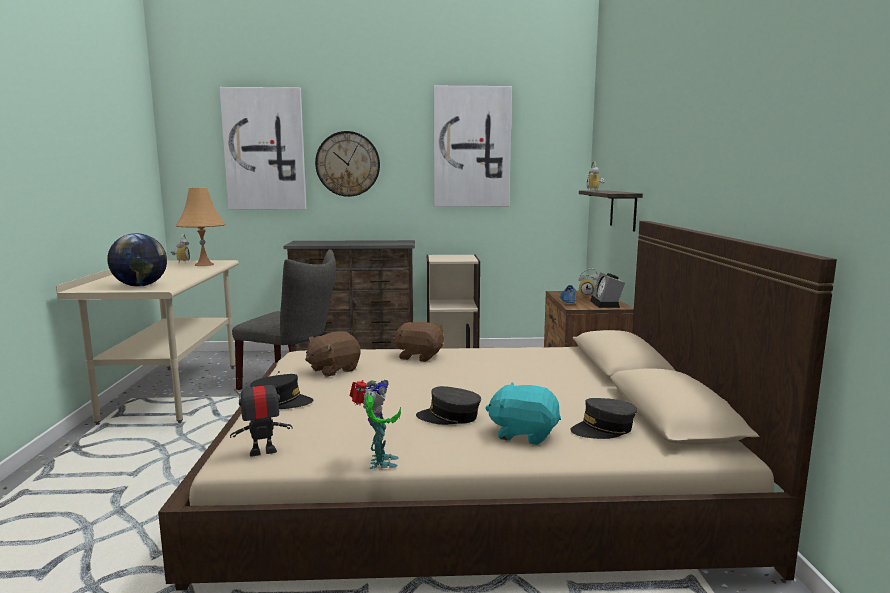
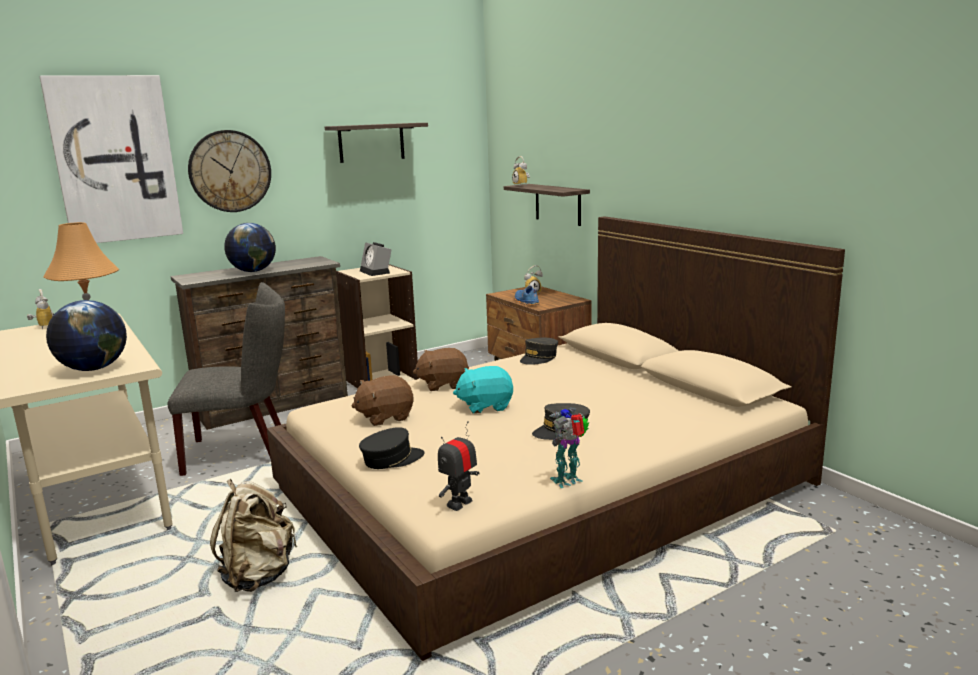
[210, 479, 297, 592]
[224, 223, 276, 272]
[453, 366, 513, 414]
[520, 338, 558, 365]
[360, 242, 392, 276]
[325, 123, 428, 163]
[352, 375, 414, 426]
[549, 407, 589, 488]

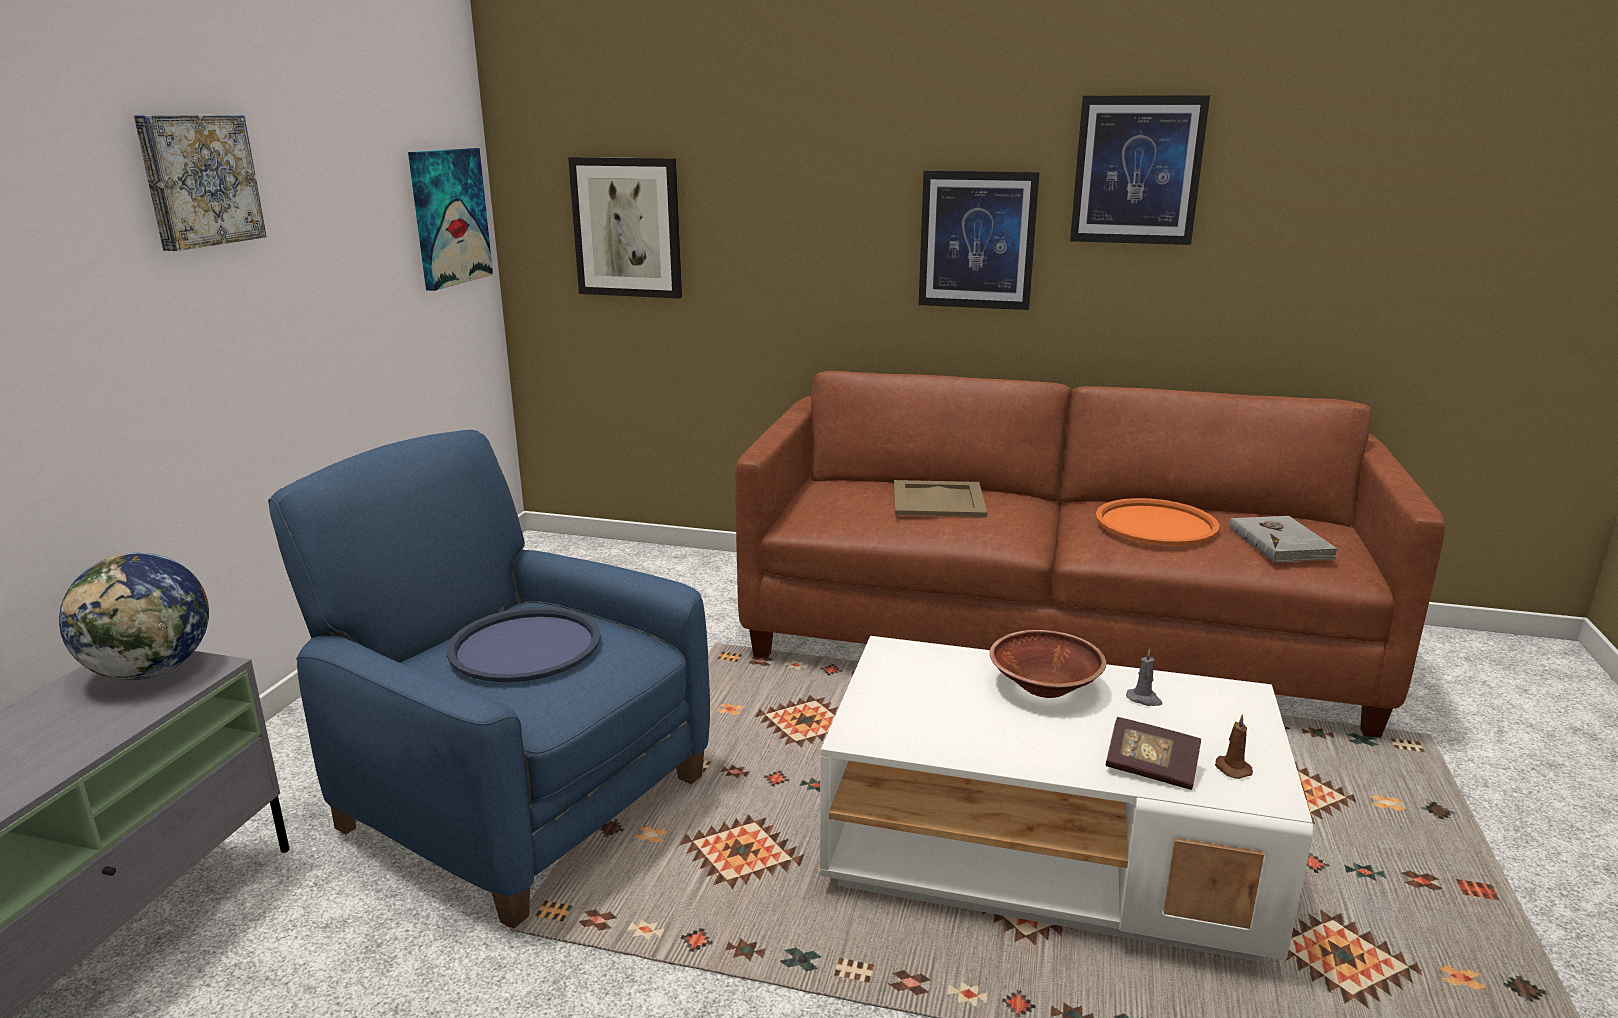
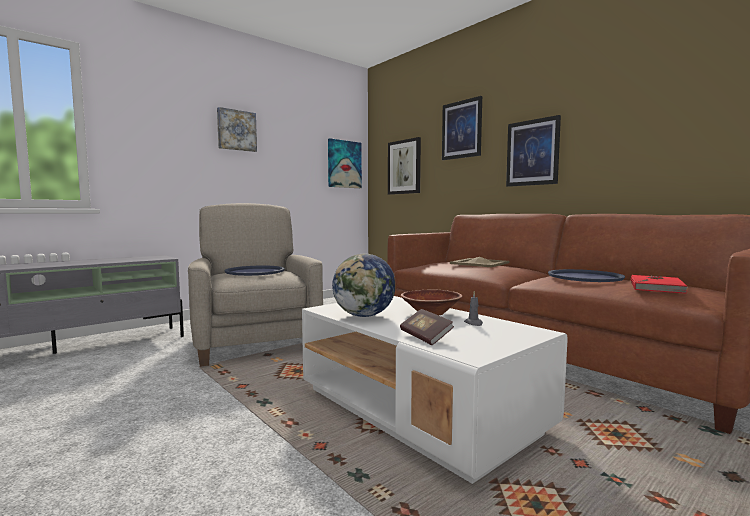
[1215, 714, 1253, 779] (first image)
[332, 253, 396, 317]
[442, 96, 482, 160]
[188, 203, 323, 367]
[548, 269, 625, 282]
[631, 275, 688, 294]

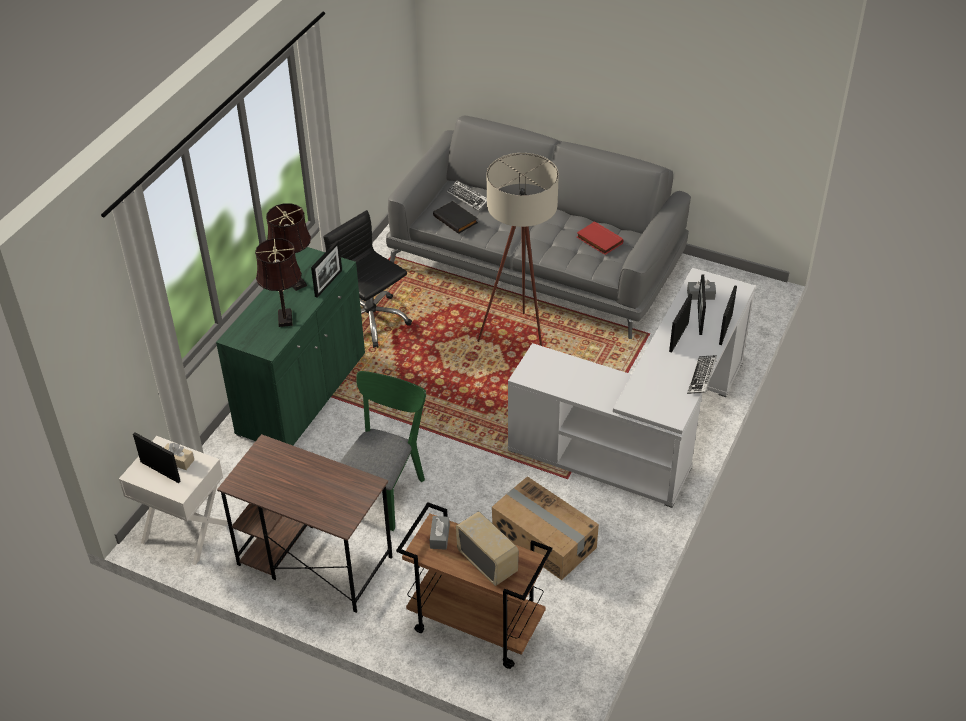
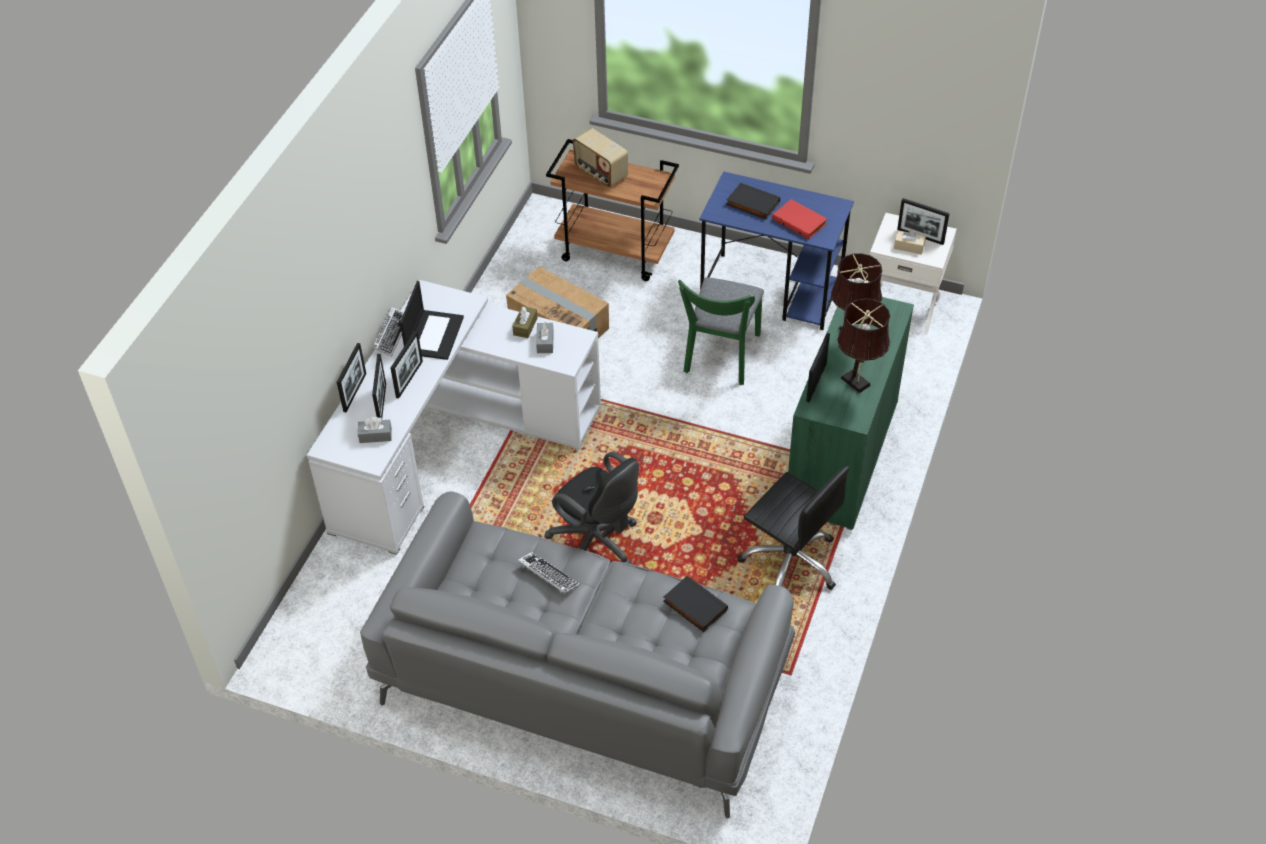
[400, 281, 464, 360]
[512, 306, 538, 338]
[726, 183, 780, 219]
[536, 322, 554, 353]
[518, 552, 580, 594]
[772, 199, 827, 240]
[544, 452, 639, 564]
[700, 171, 854, 330]

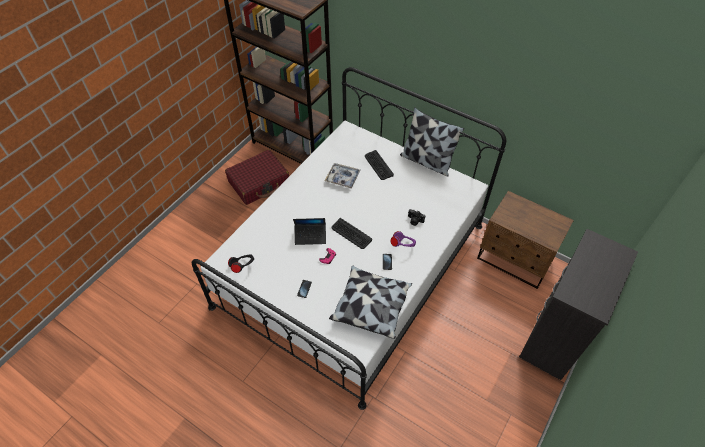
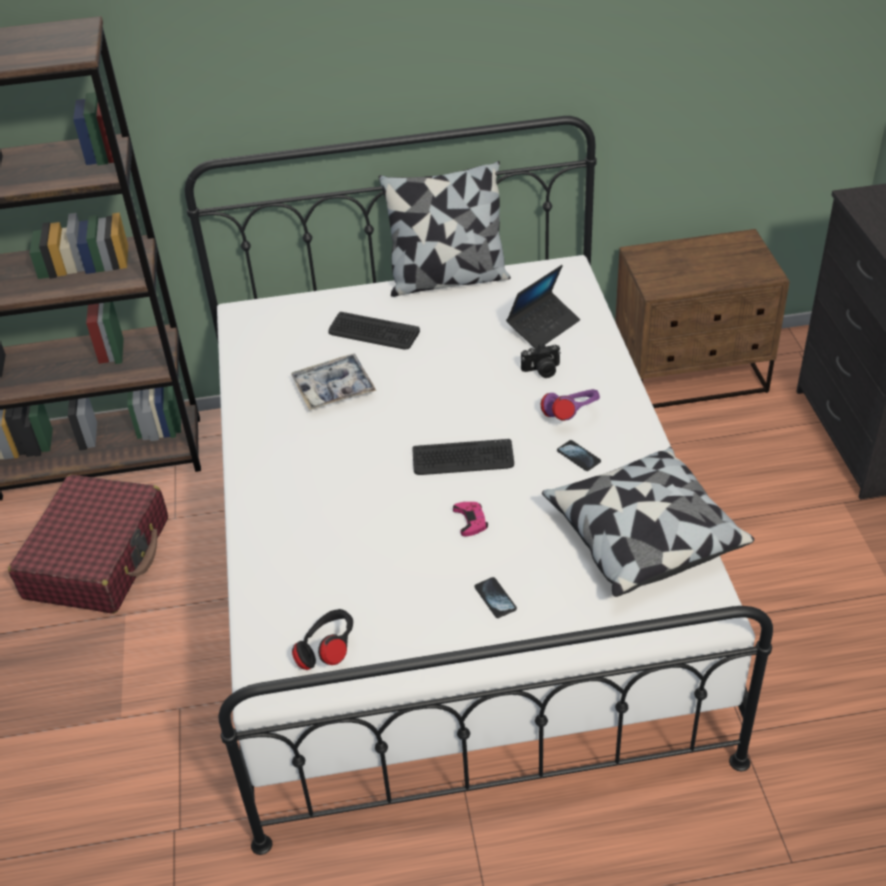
[506, 265, 580, 349]

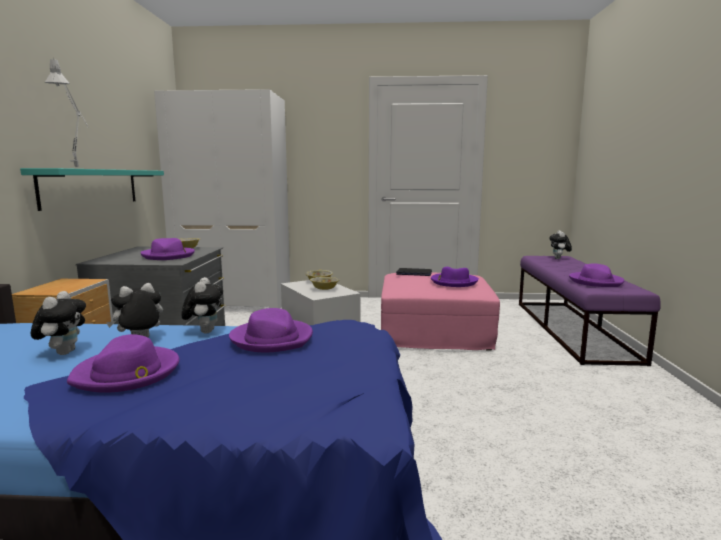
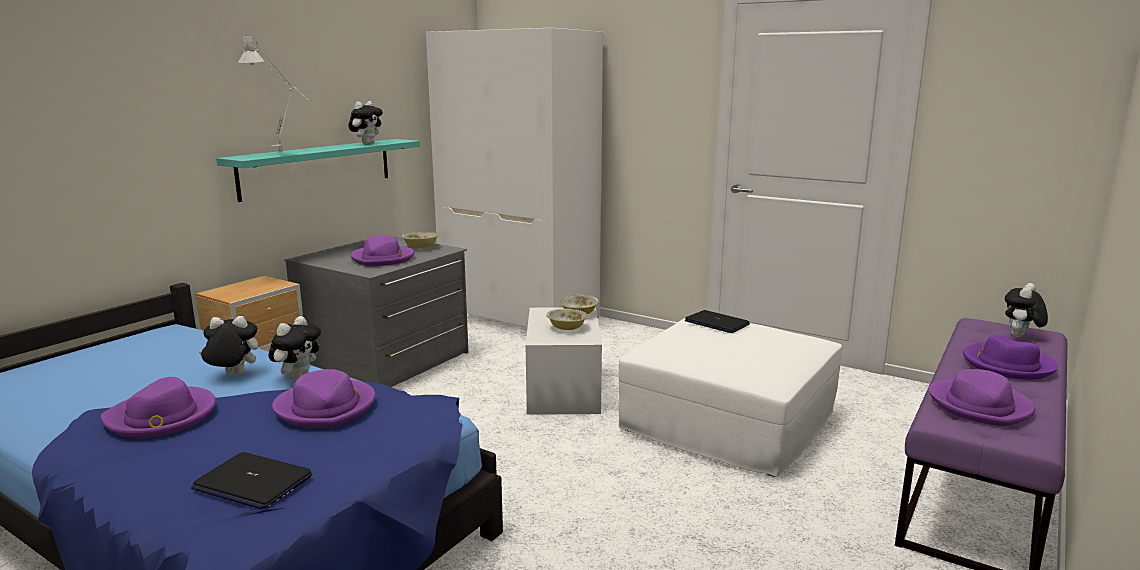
[191, 452, 312, 509]
[348, 101, 383, 144]
[963, 335, 1058, 380]
[619, 318, 842, 477]

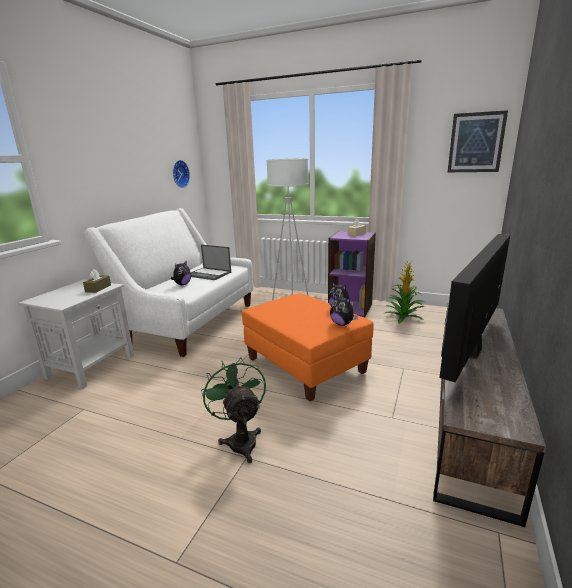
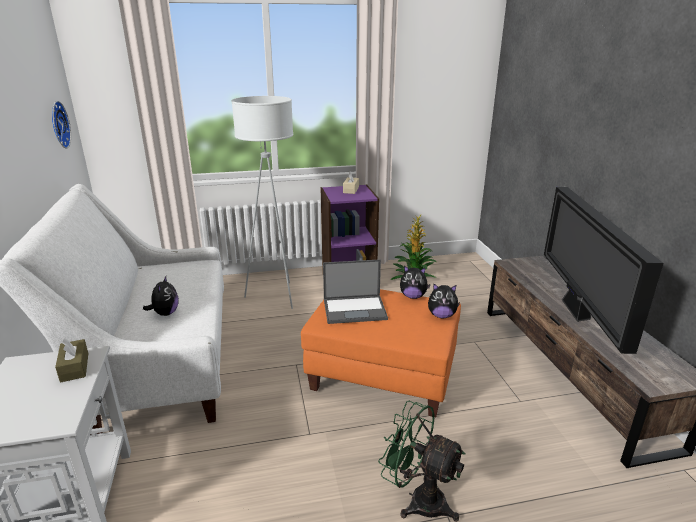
[448, 110, 508, 172] (first image)
[323, 259, 388, 324]

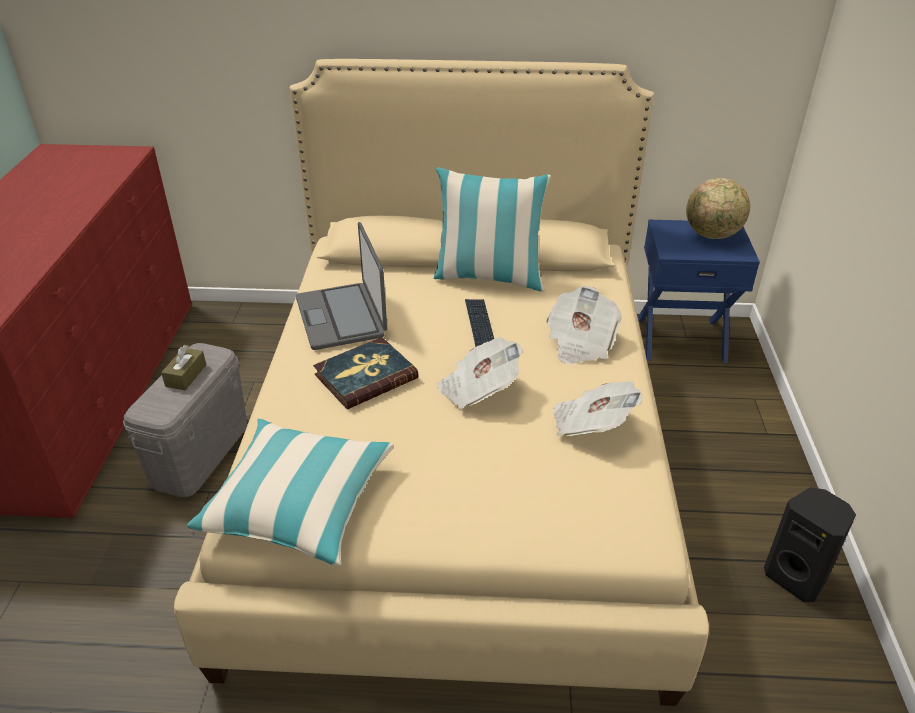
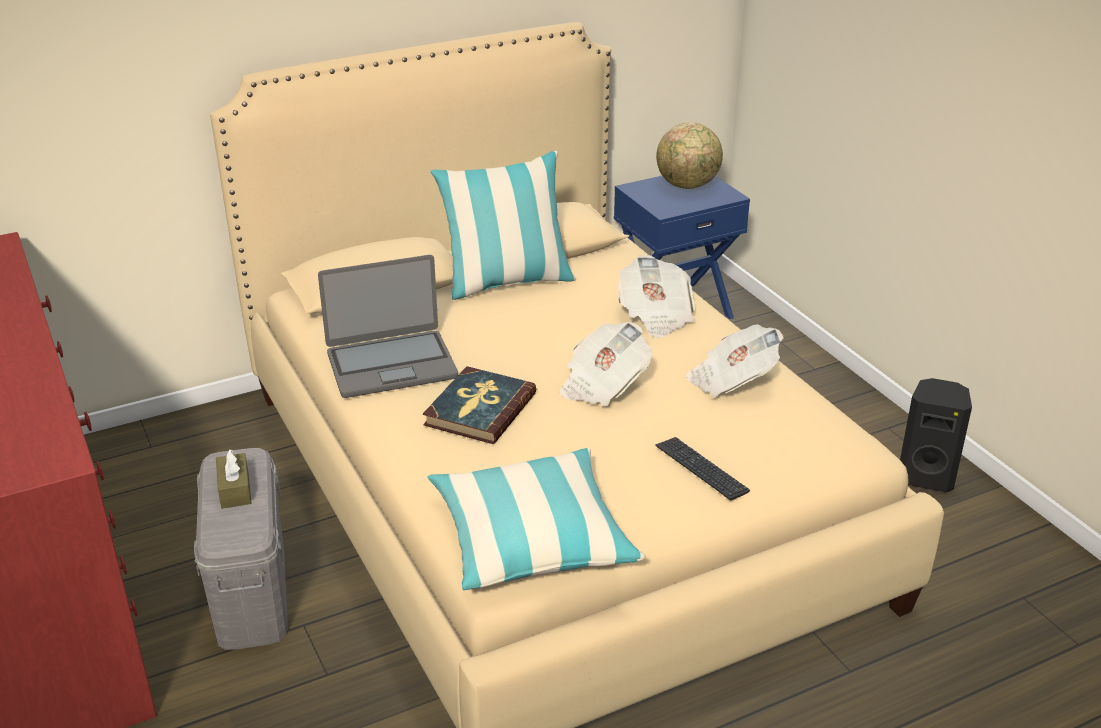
[655, 437, 750, 501]
[318, 255, 458, 398]

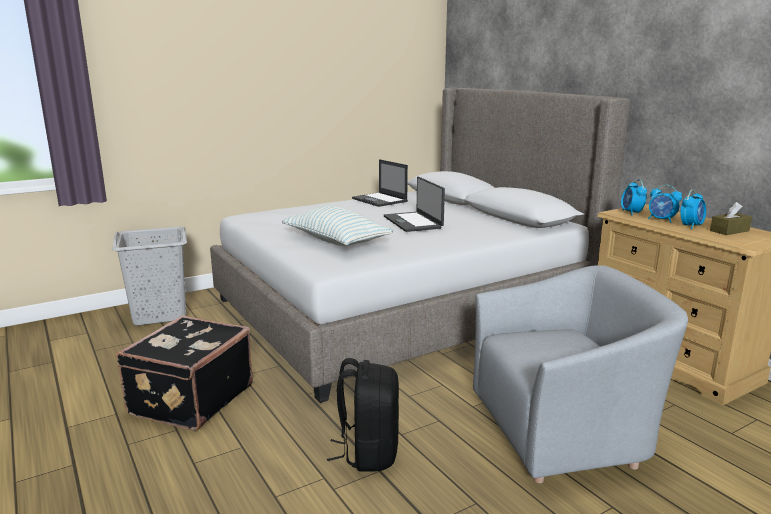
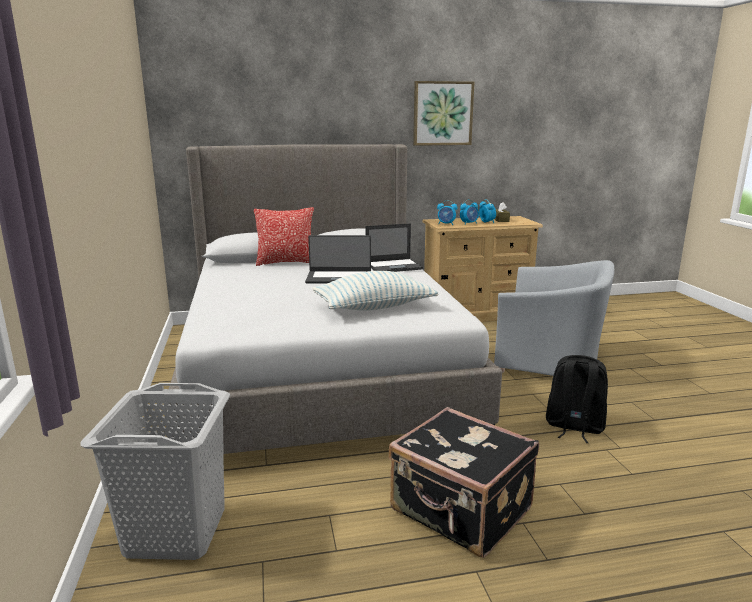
[254, 207, 314, 266]
[413, 81, 474, 146]
[365, 223, 424, 272]
[494, 260, 614, 376]

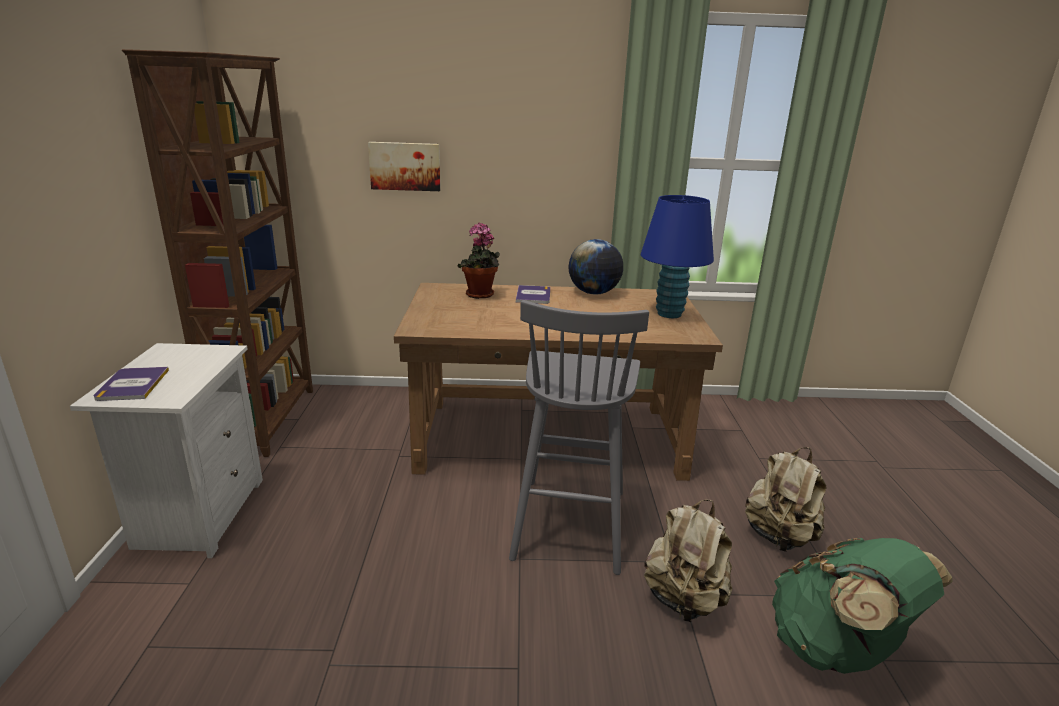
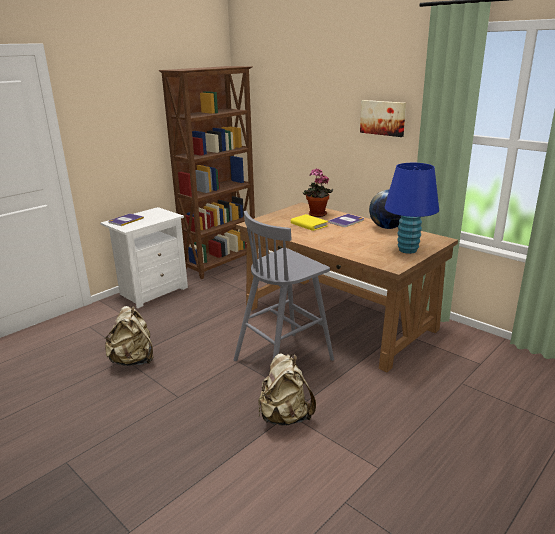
[772, 538, 953, 674] (first image)
[291, 214, 328, 231]
[360, 100, 406, 137]
[104, 306, 154, 366]

